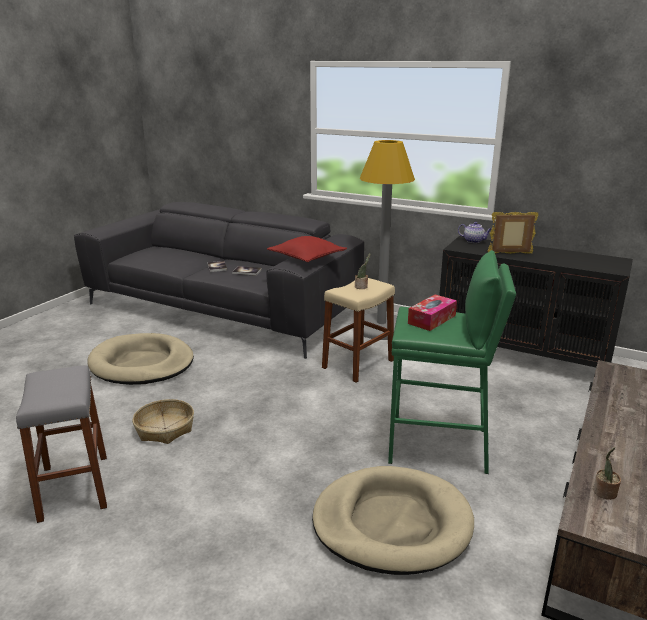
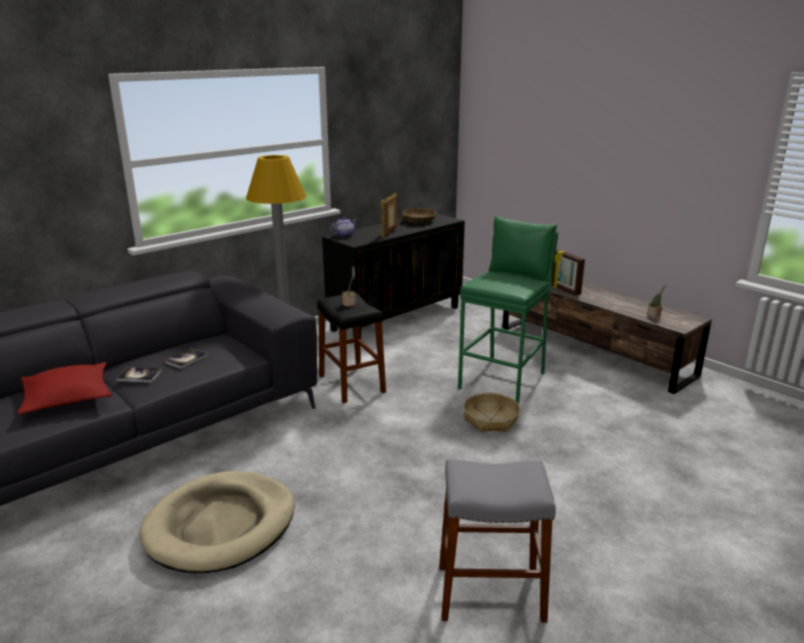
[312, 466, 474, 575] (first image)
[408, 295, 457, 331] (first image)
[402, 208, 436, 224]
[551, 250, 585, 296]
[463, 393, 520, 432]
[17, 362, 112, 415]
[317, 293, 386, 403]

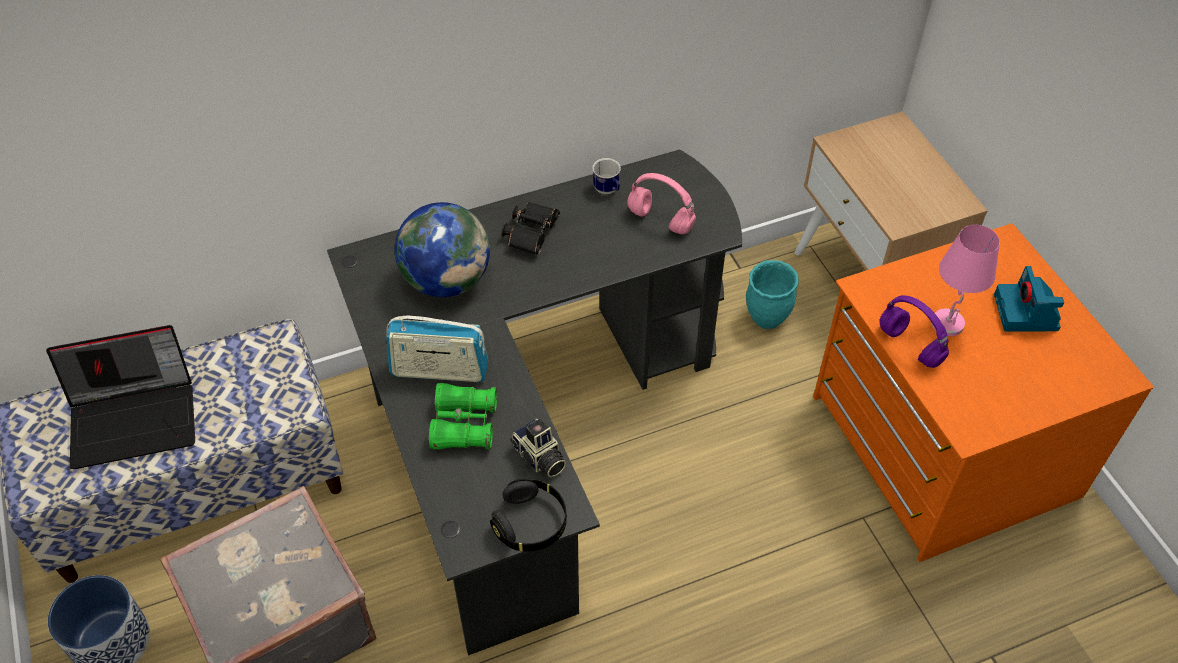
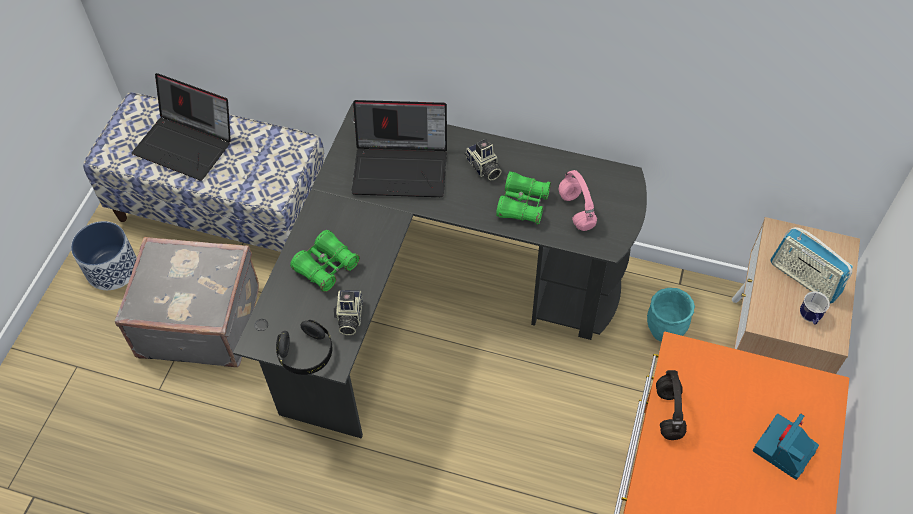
[932, 225, 1000, 336] (first image)
[496, 171, 551, 225]
[770, 227, 853, 303]
[800, 291, 830, 325]
[351, 100, 447, 197]
[465, 139, 502, 180]
[656, 370, 687, 440]

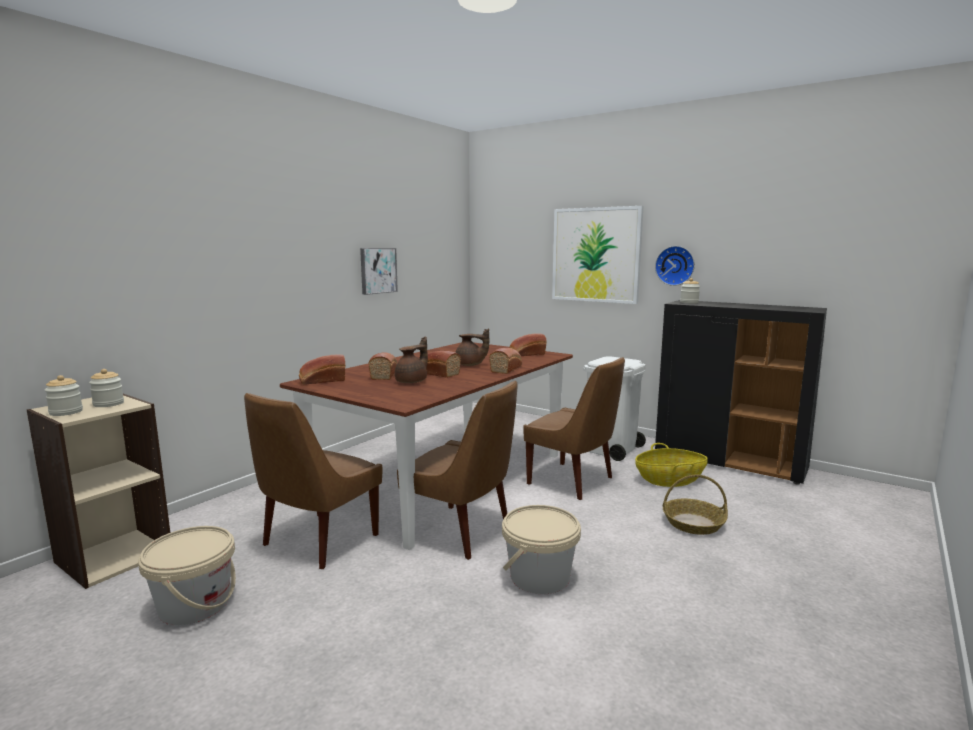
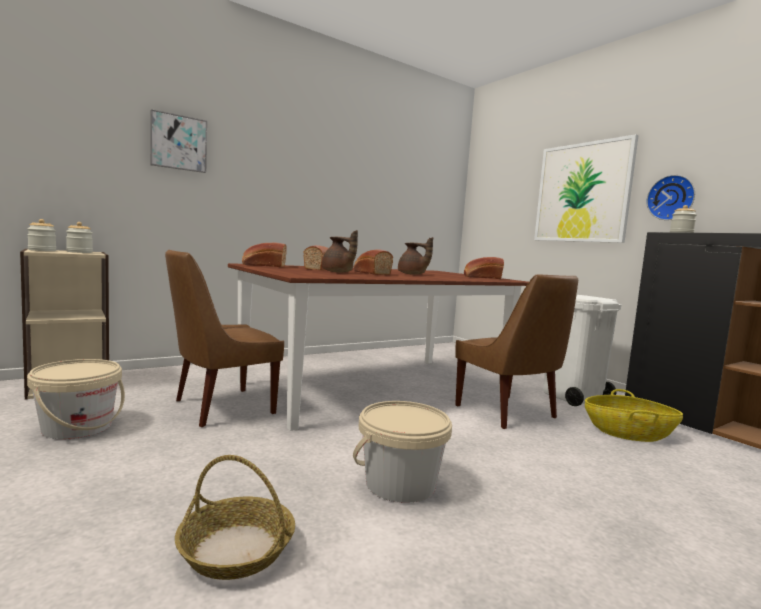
[397, 381, 518, 560] (first image)
[489, 348, 522, 374] (first image)
[150, 109, 207, 173]
[175, 455, 295, 580]
[322, 230, 358, 272]

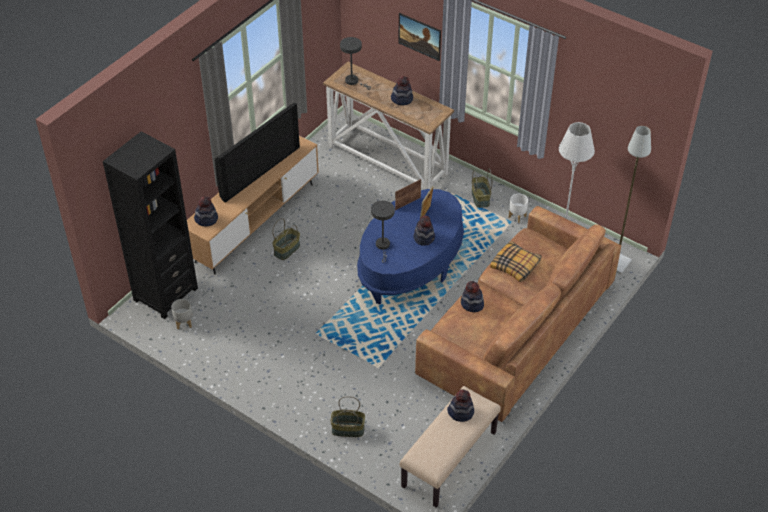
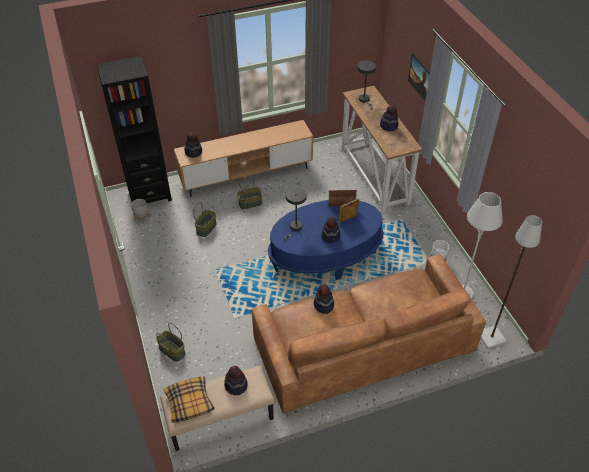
[215, 103, 300, 203] (first image)
[193, 202, 217, 237]
[163, 376, 215, 423]

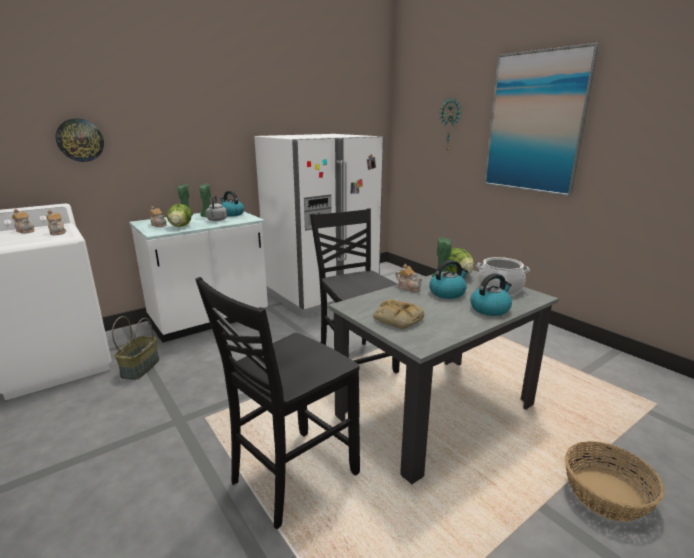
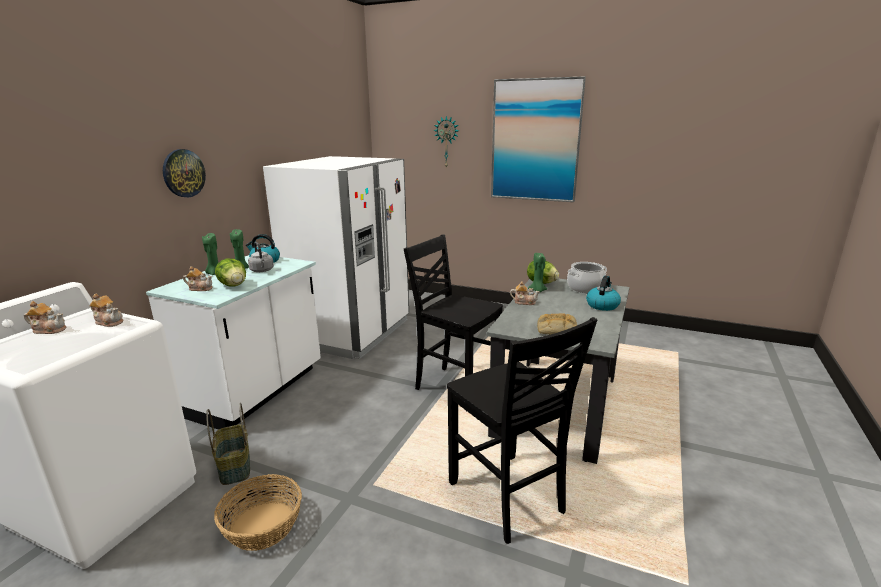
[429, 260, 468, 299] (first image)
[163, 149, 206, 197]
[214, 474, 302, 551]
[447, 317, 598, 544]

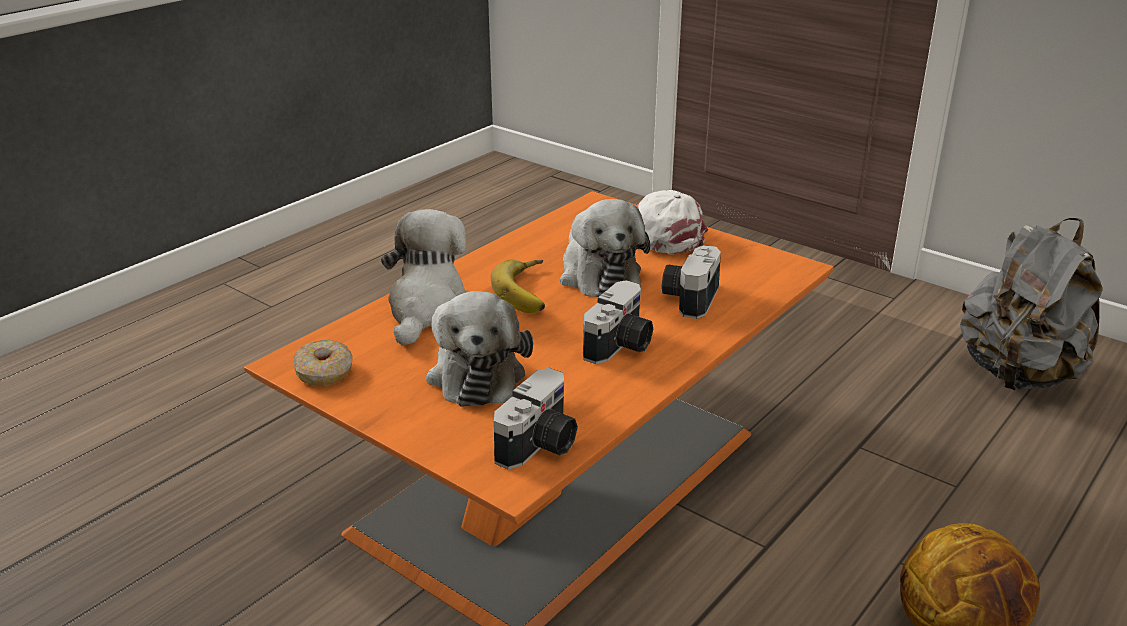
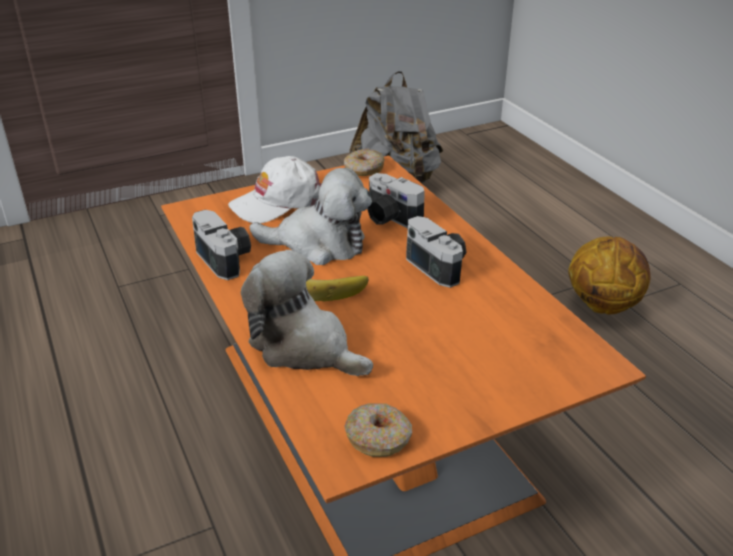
[426, 291, 533, 407] (first image)
[344, 149, 385, 176]
[192, 210, 251, 280]

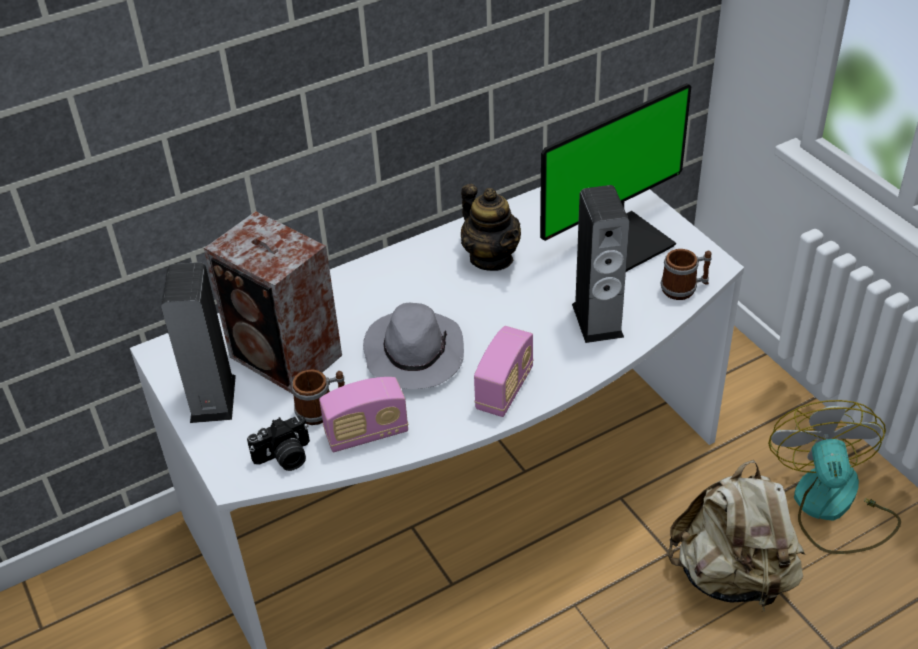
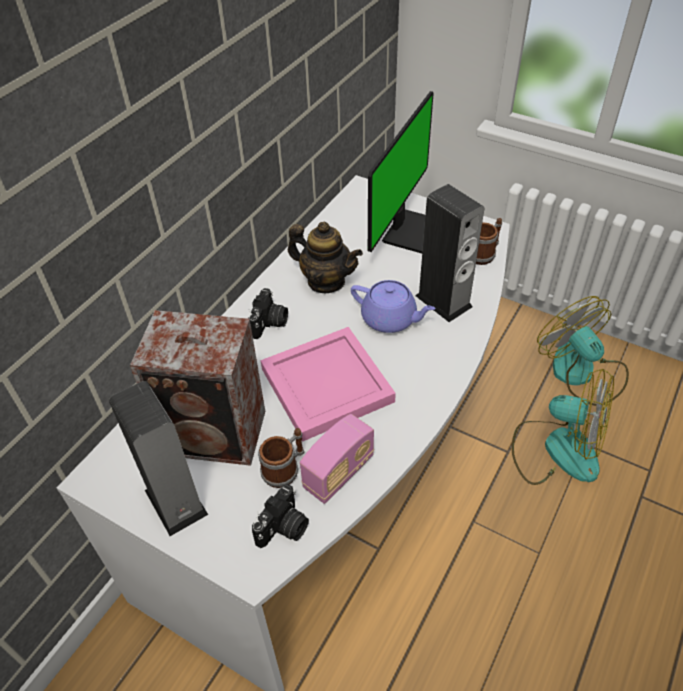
[474, 326, 534, 417] (first image)
[248, 288, 288, 339]
[351, 280, 436, 333]
[261, 327, 396, 441]
[512, 369, 614, 485]

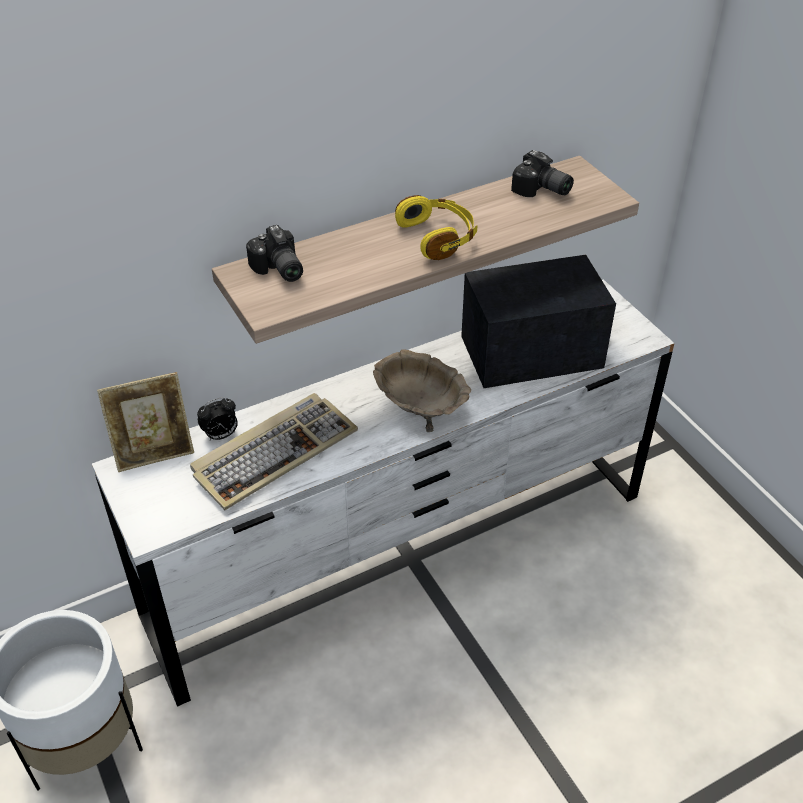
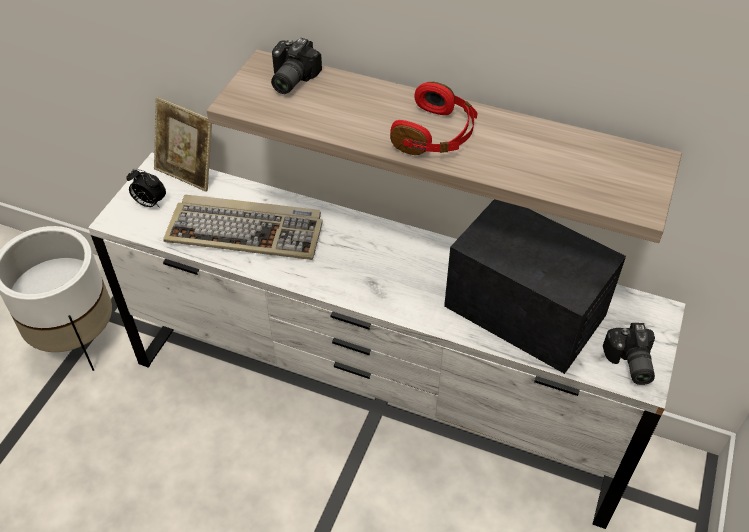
[373, 349, 471, 432] (first image)
[126, 168, 166, 208]
[603, 323, 655, 385]
[390, 82, 477, 155]

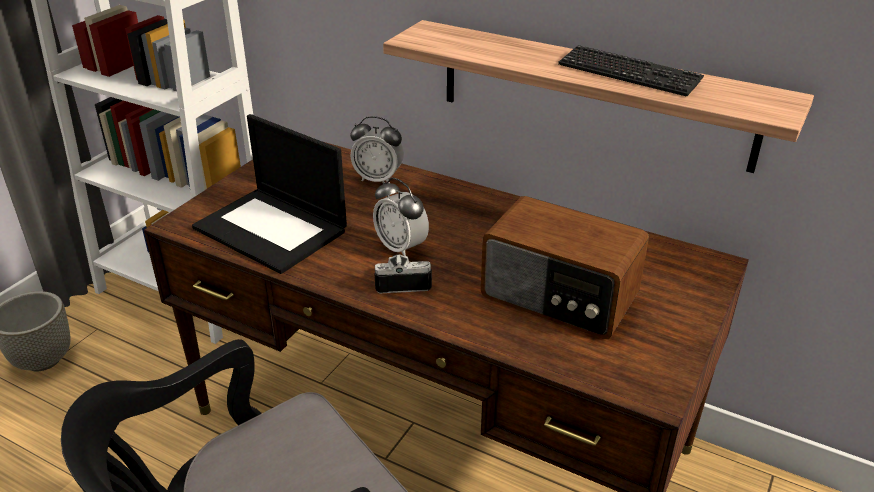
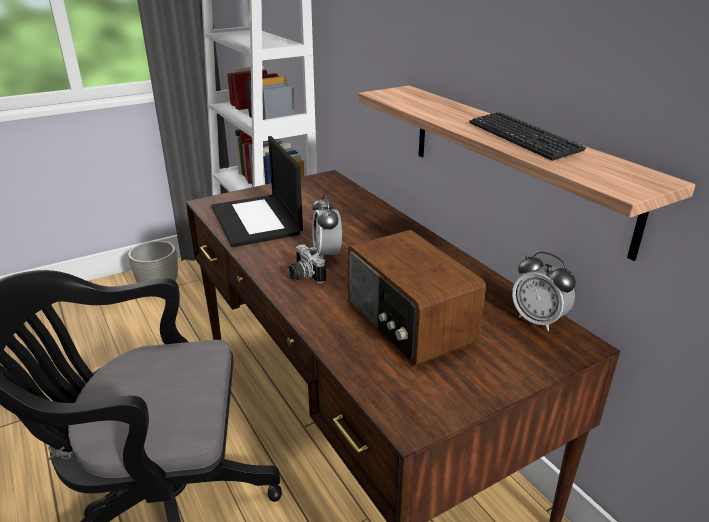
[512, 252, 576, 331]
[288, 244, 326, 283]

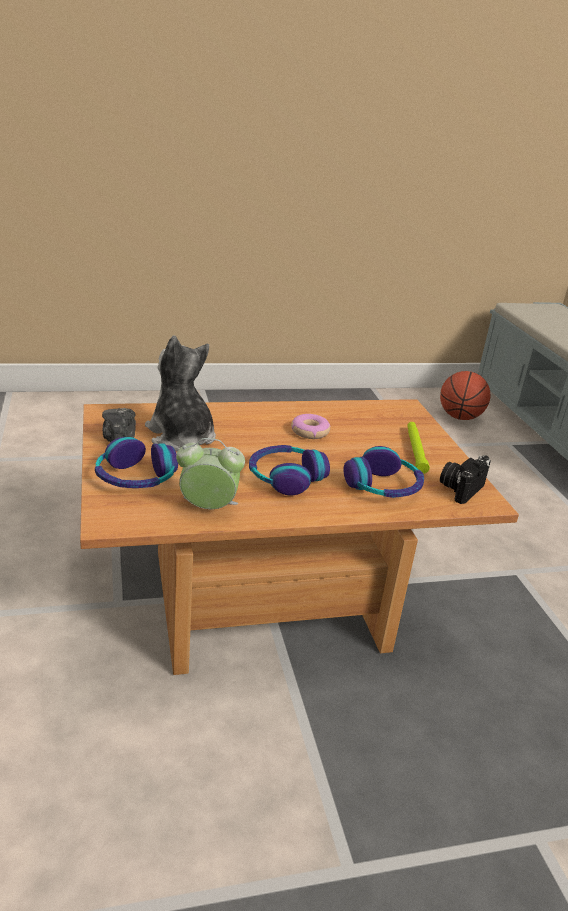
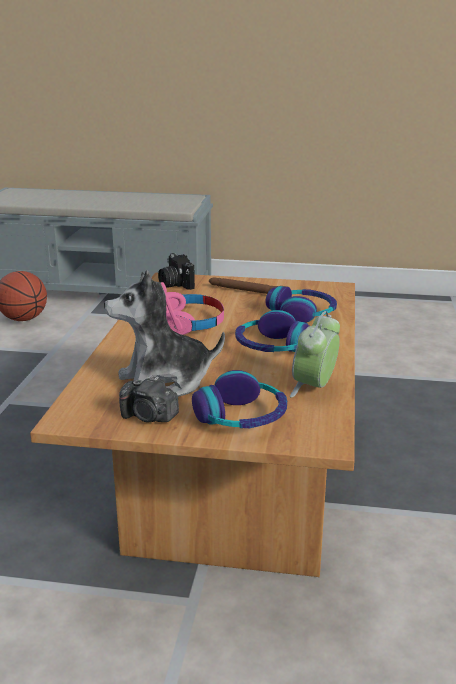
[158, 253, 195, 290]
[161, 282, 224, 335]
[209, 277, 288, 294]

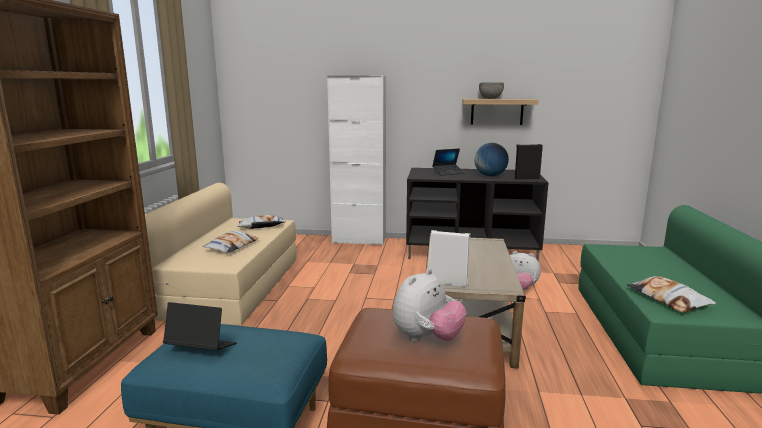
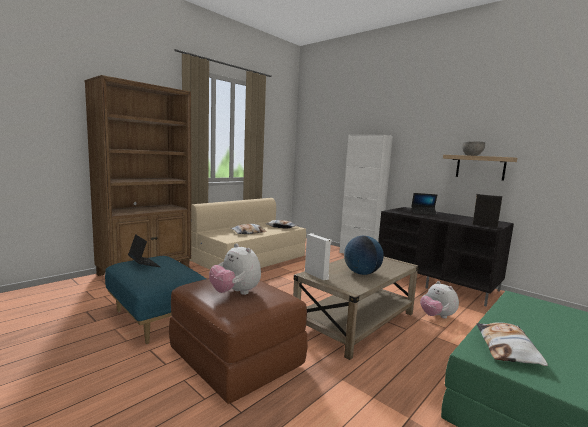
[344, 236, 384, 275]
[209, 243, 261, 295]

